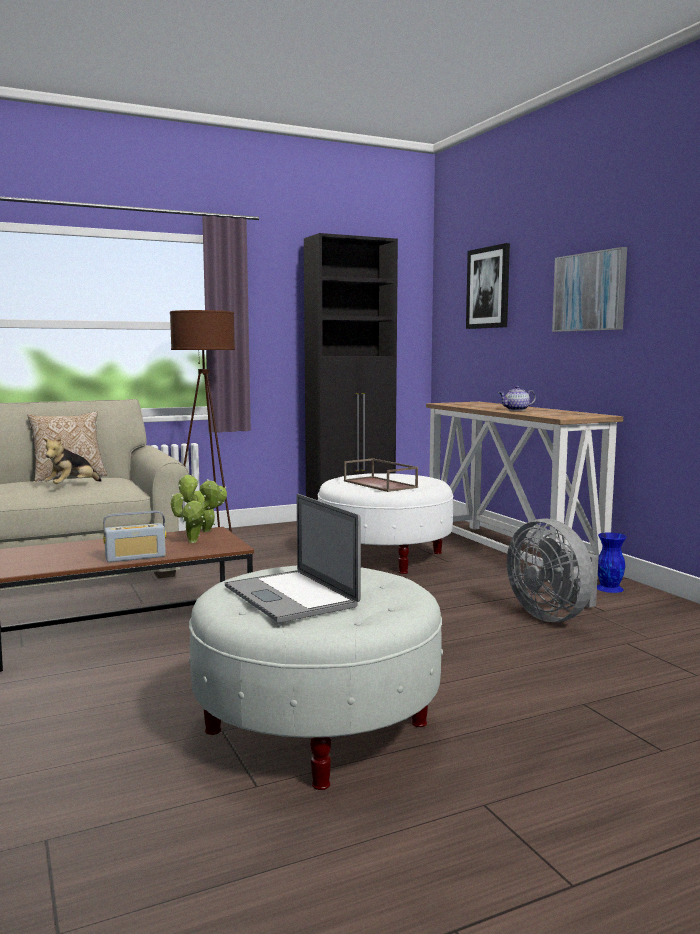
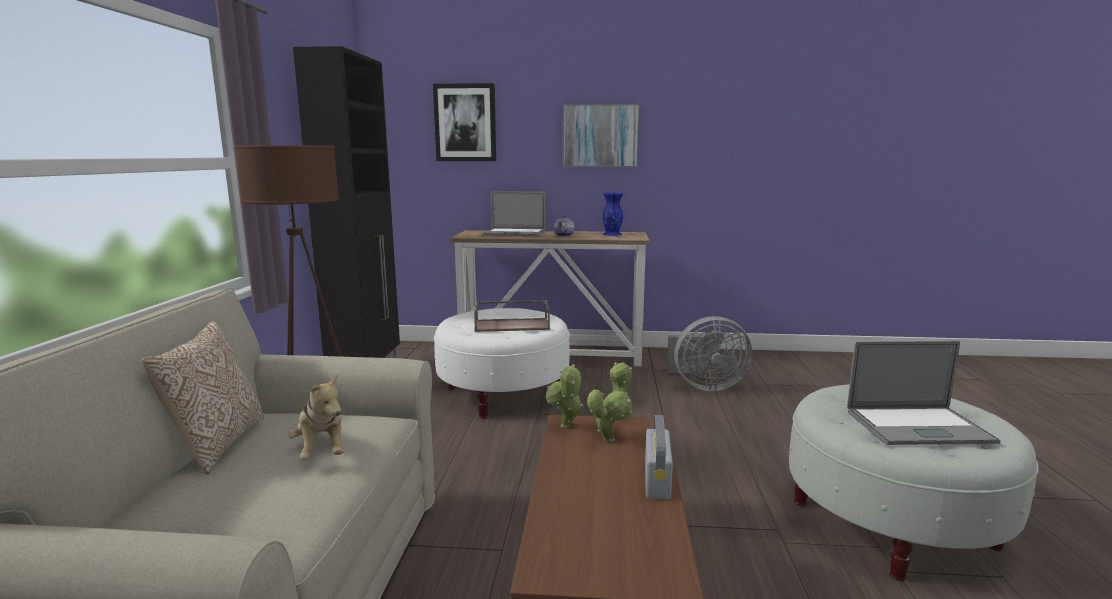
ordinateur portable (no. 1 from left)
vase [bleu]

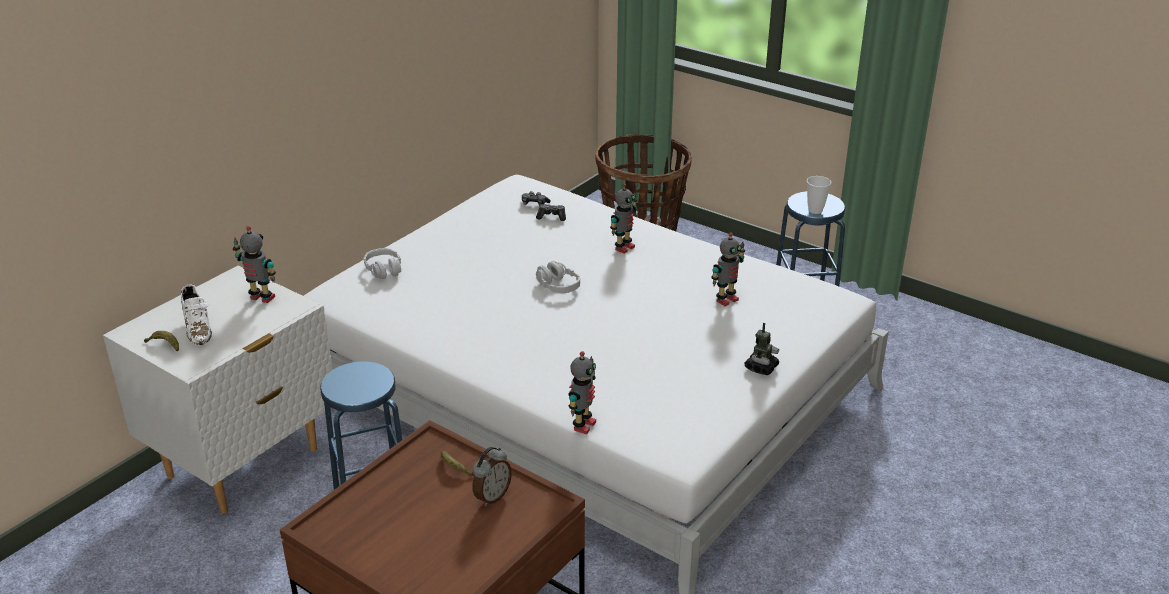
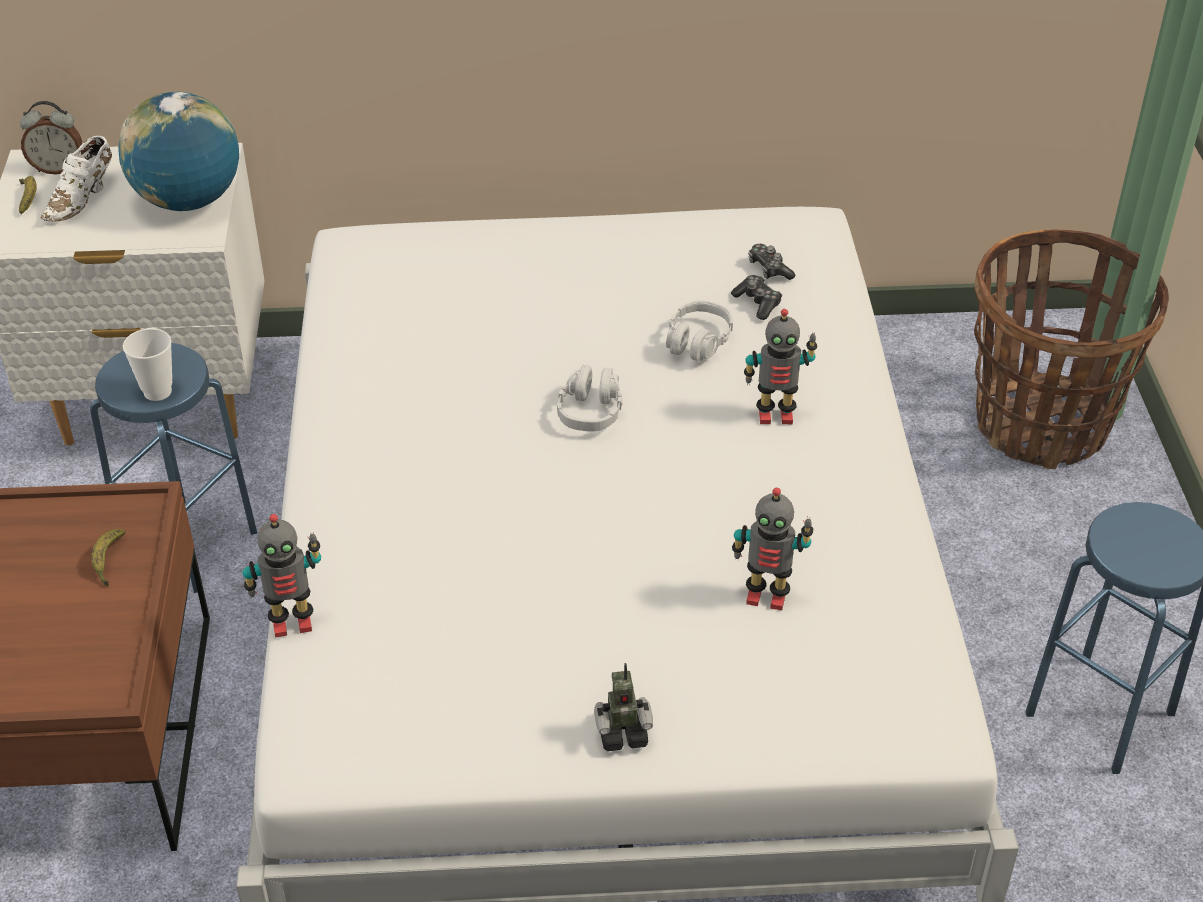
casque audio [gris] (no. 2 from left)
réveil
tasse
globe

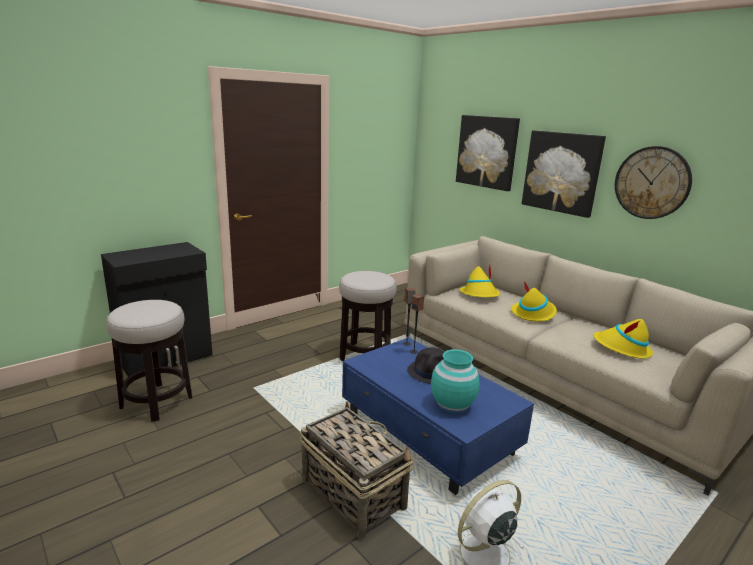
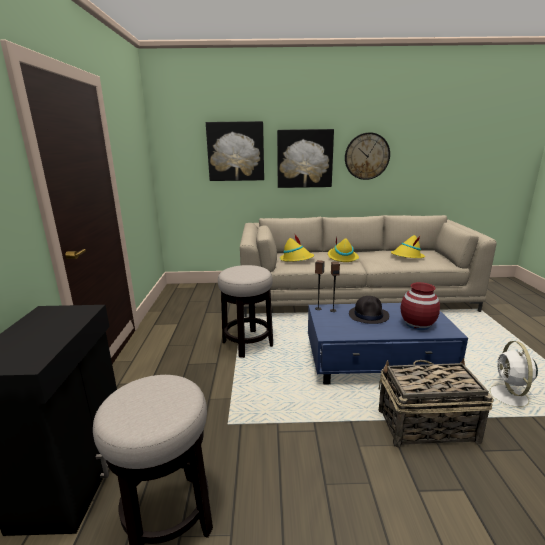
vase [rouge]

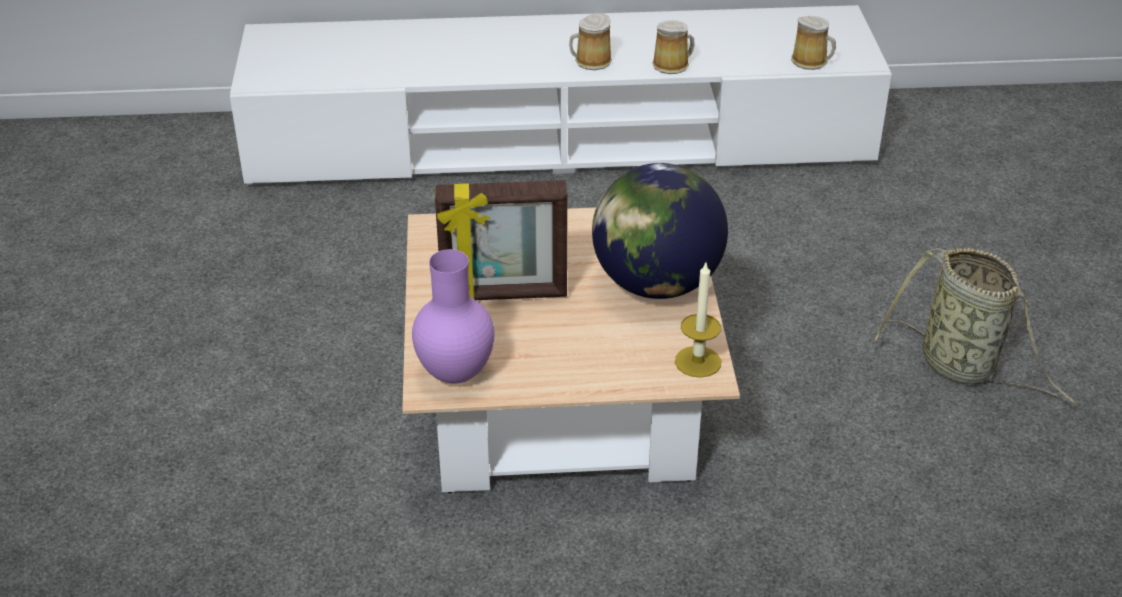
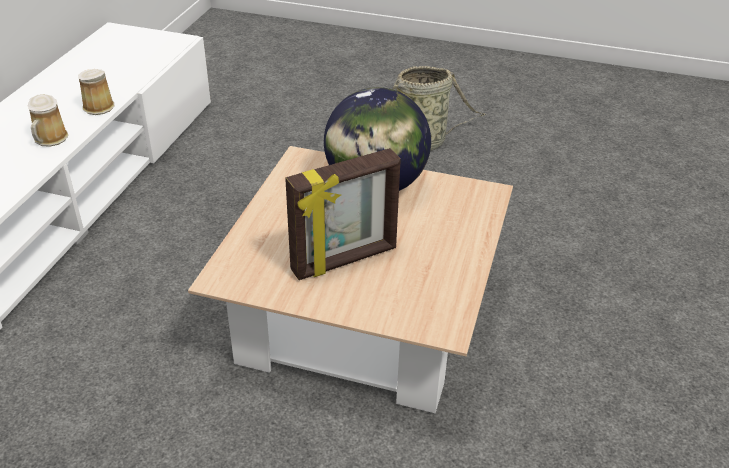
vase [violet]
bougie
mug (no. 3 from left in the first image)
cadre photo

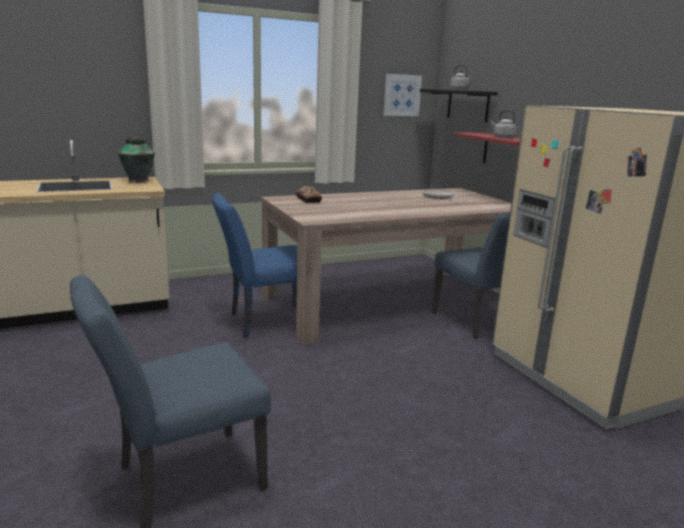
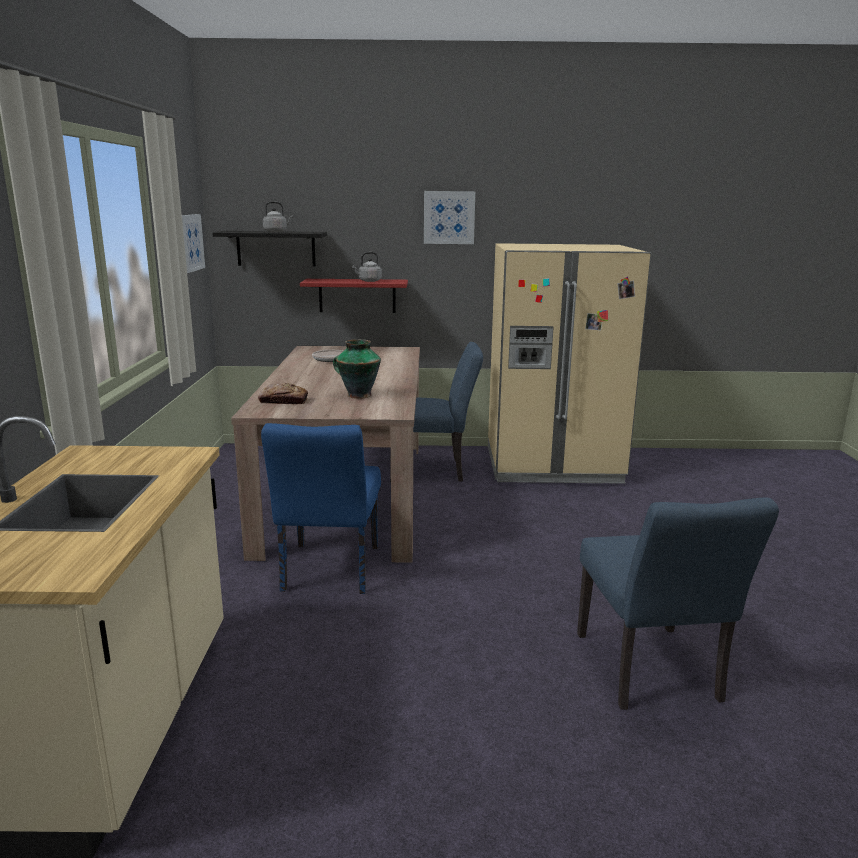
tableau (no. 2 from left)
vase

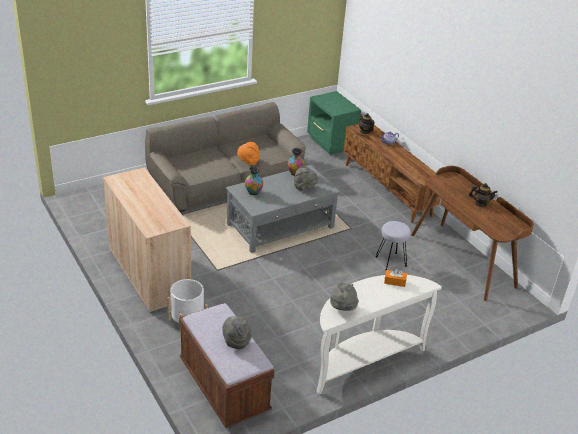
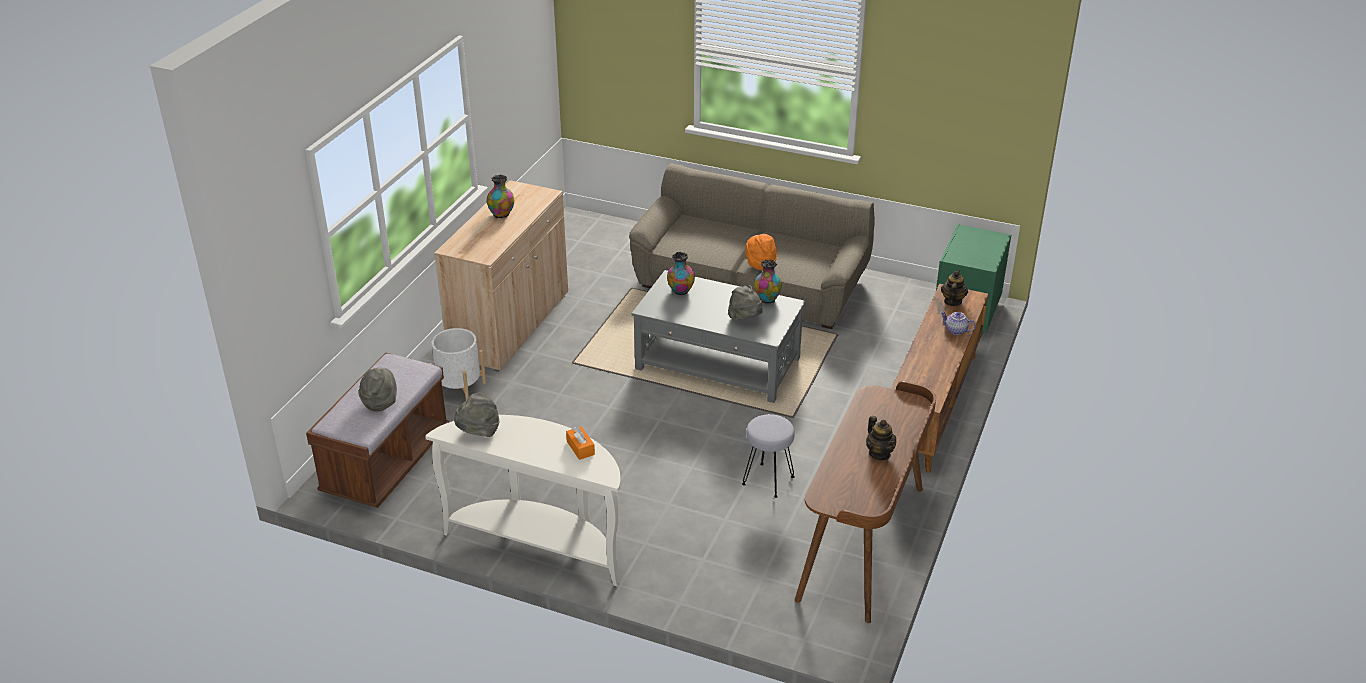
vase (no. 1 from left)

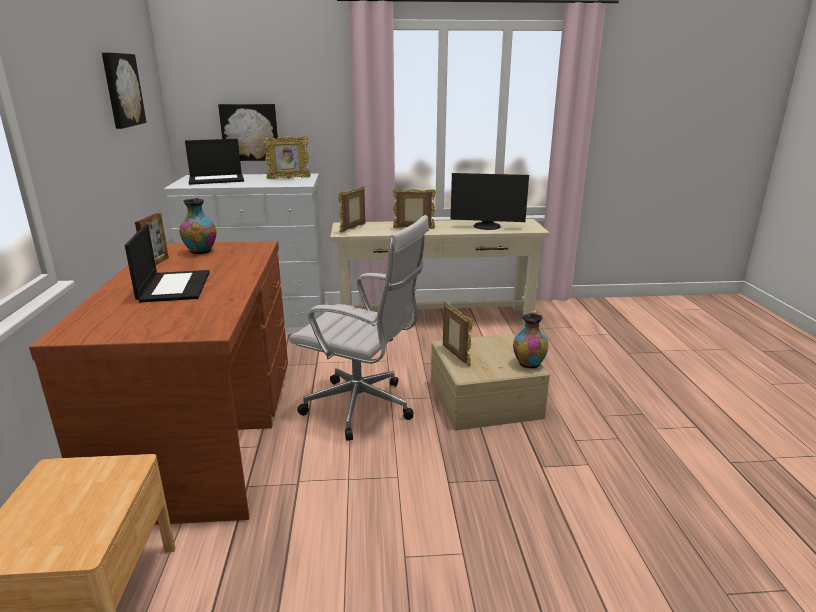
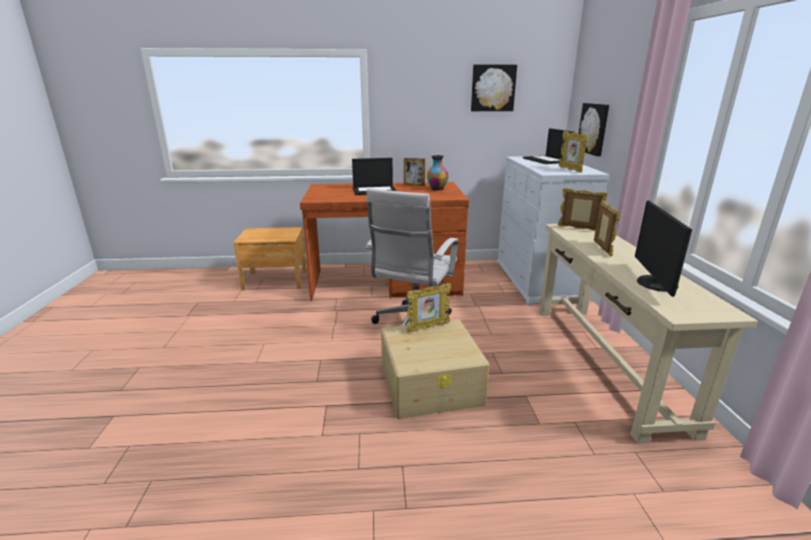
vase (no. 2 from left in the first image)

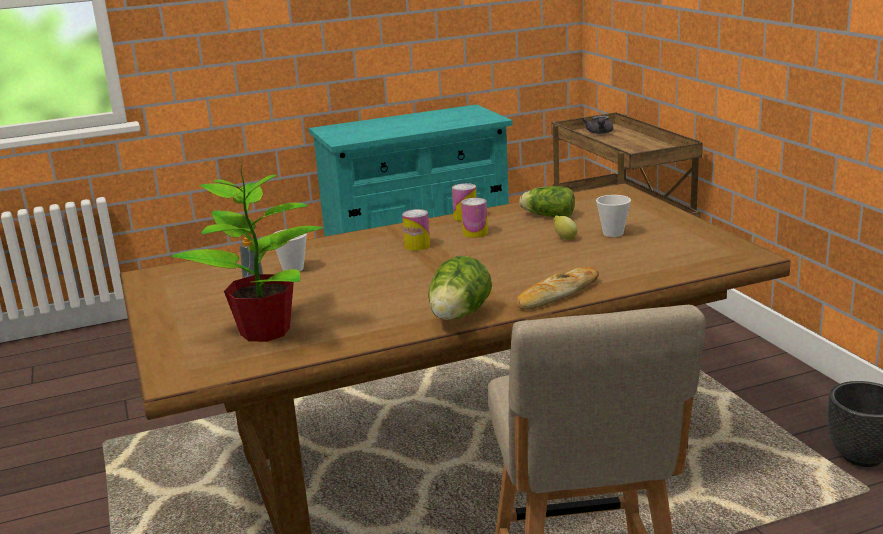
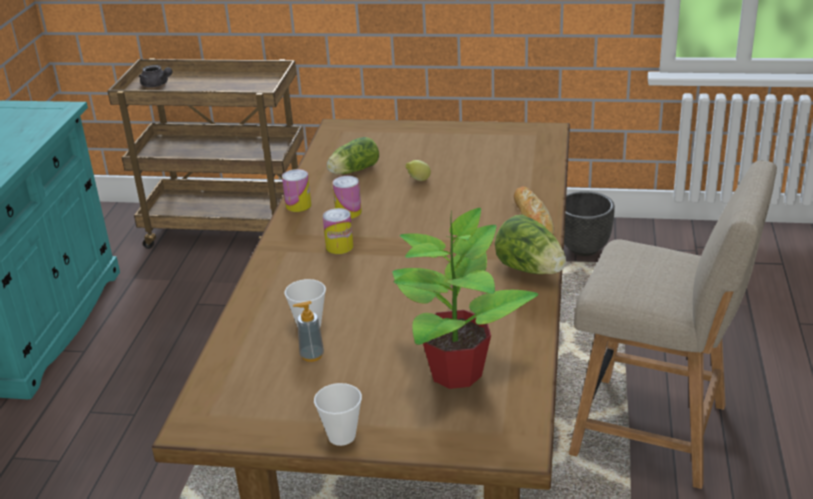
tasse (no. 2 from left)

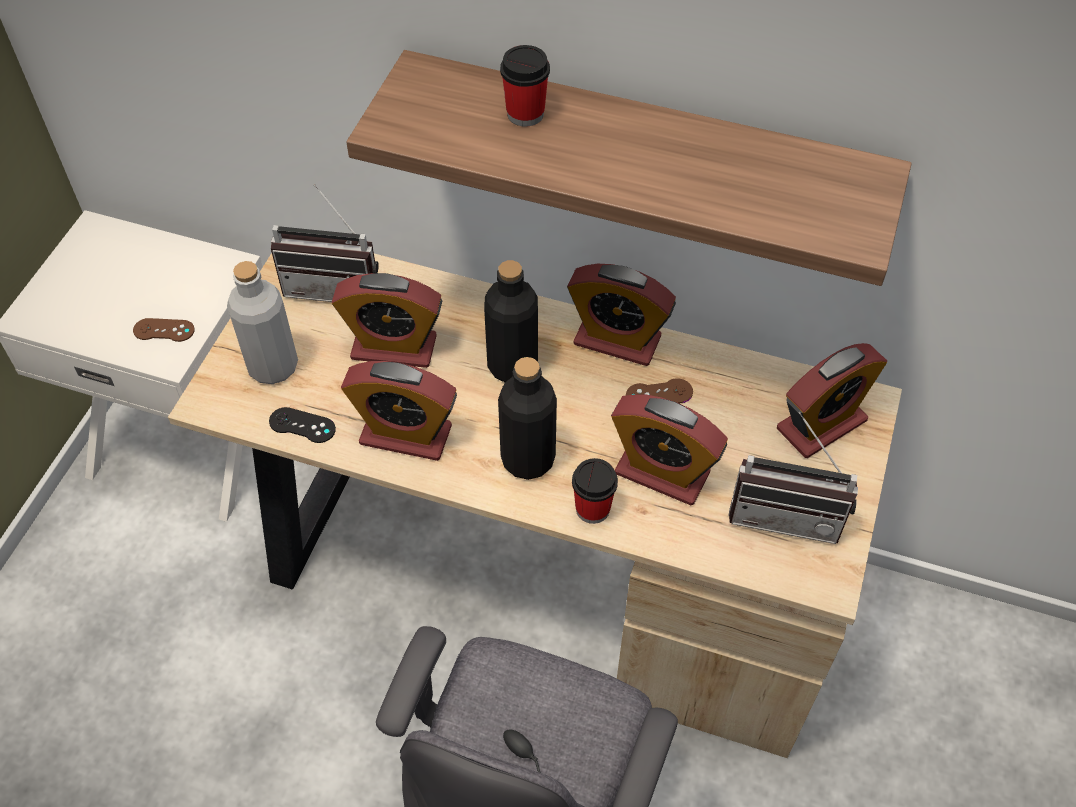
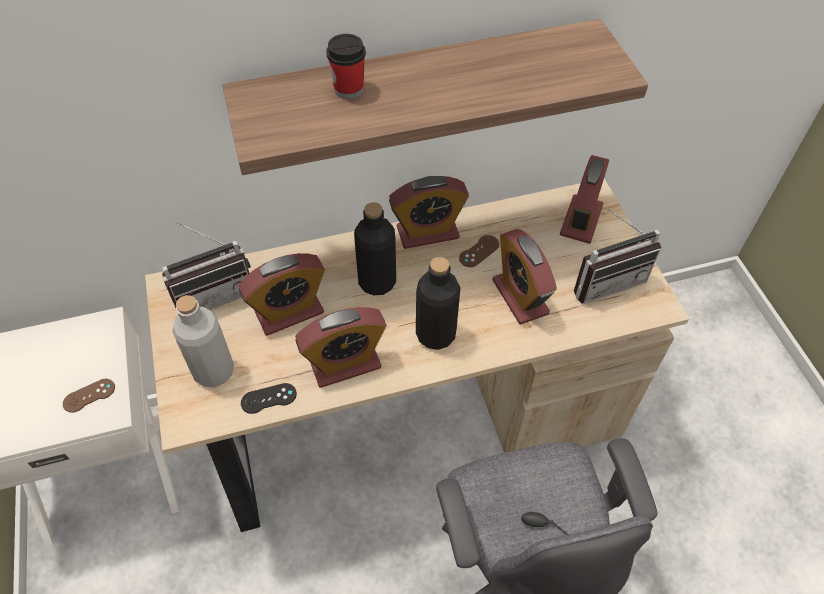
tasse (no. 2 from left in the first image)
réveil (no. 4 from left)

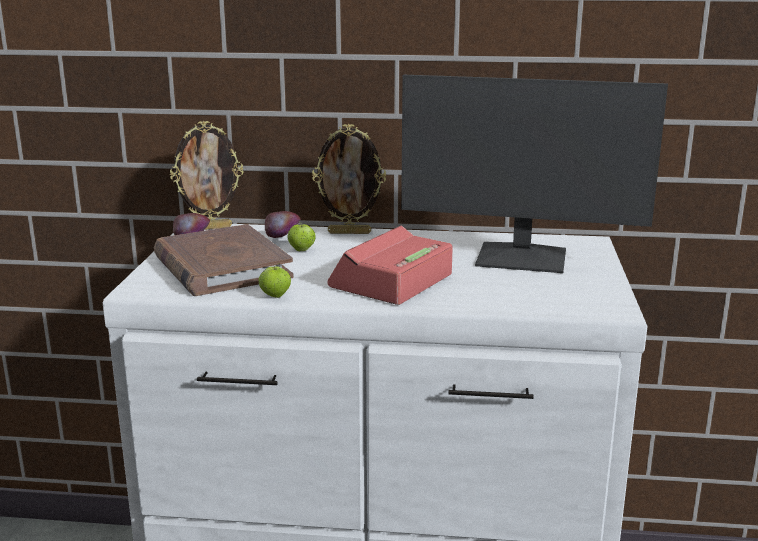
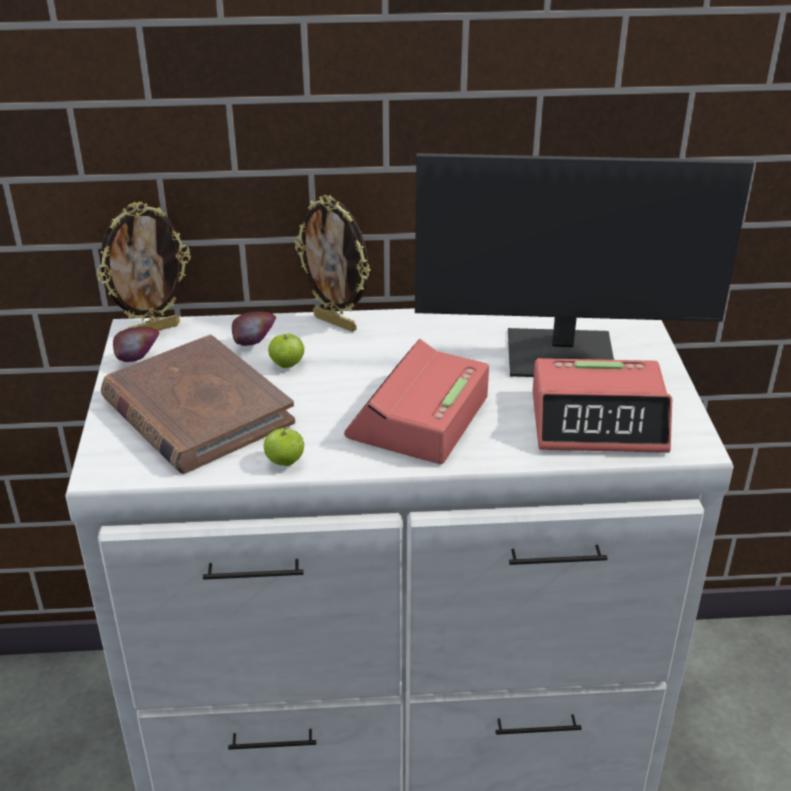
réveil (no. 2 from left)
cadre photo (no. 2 from left)

